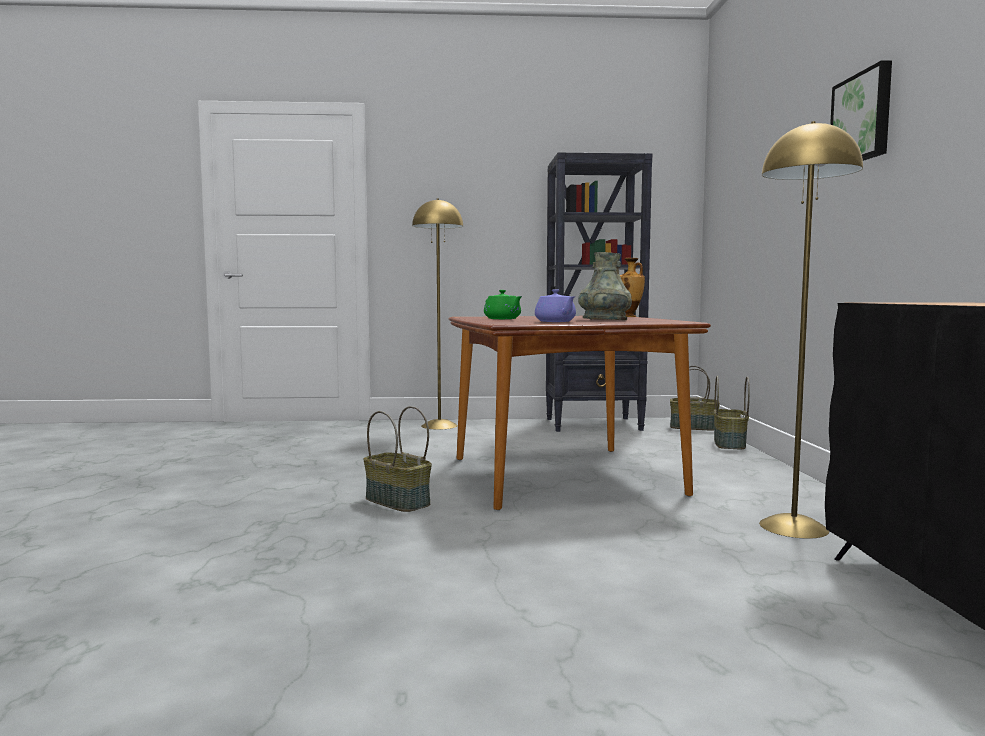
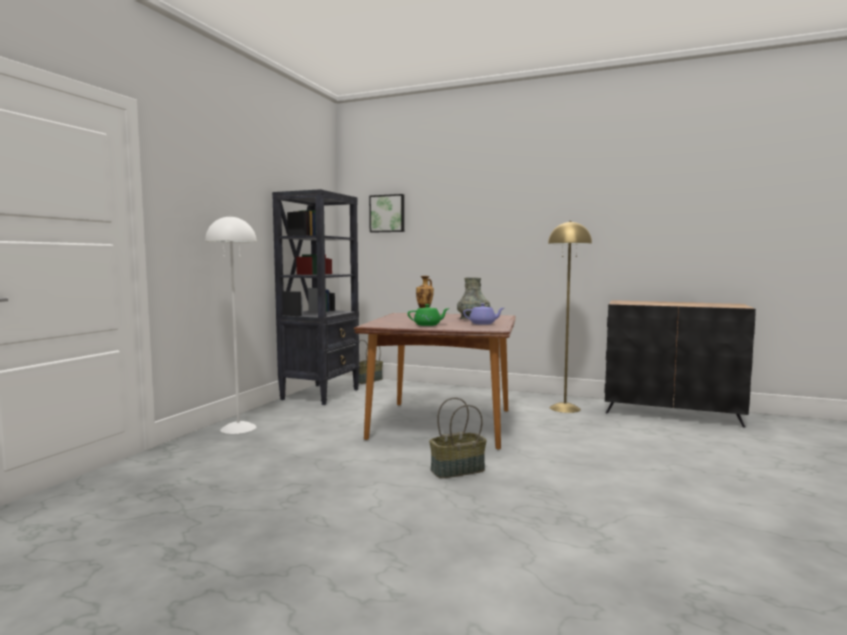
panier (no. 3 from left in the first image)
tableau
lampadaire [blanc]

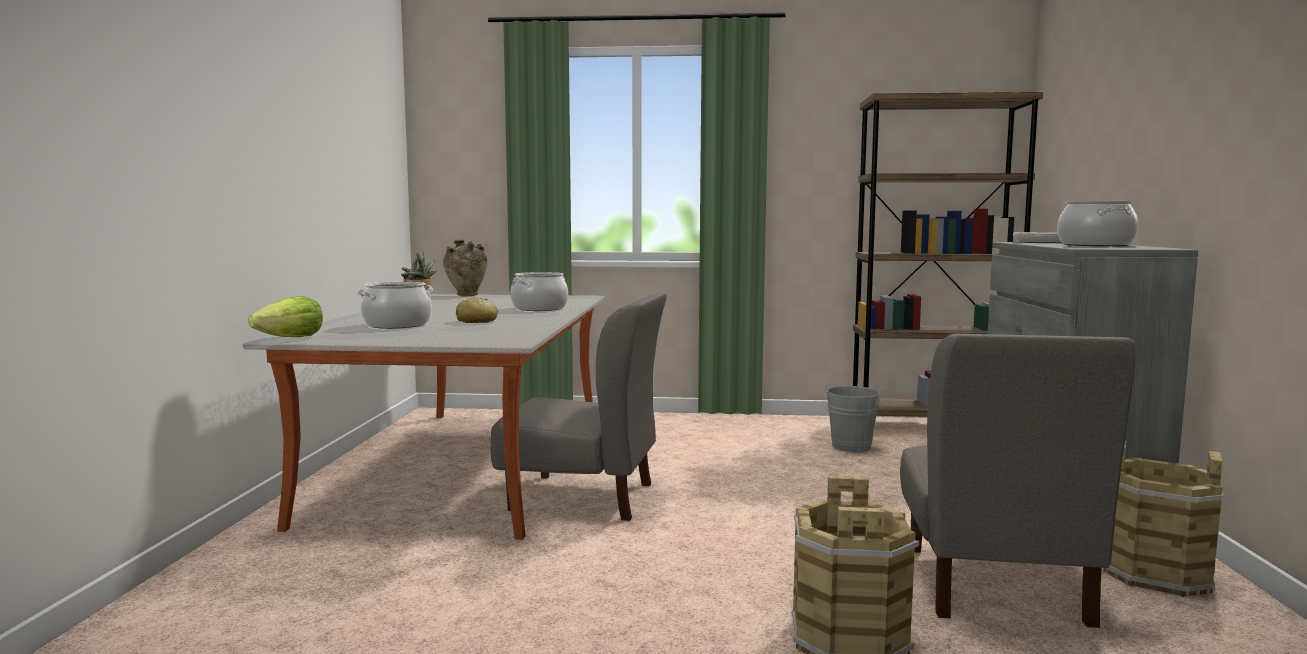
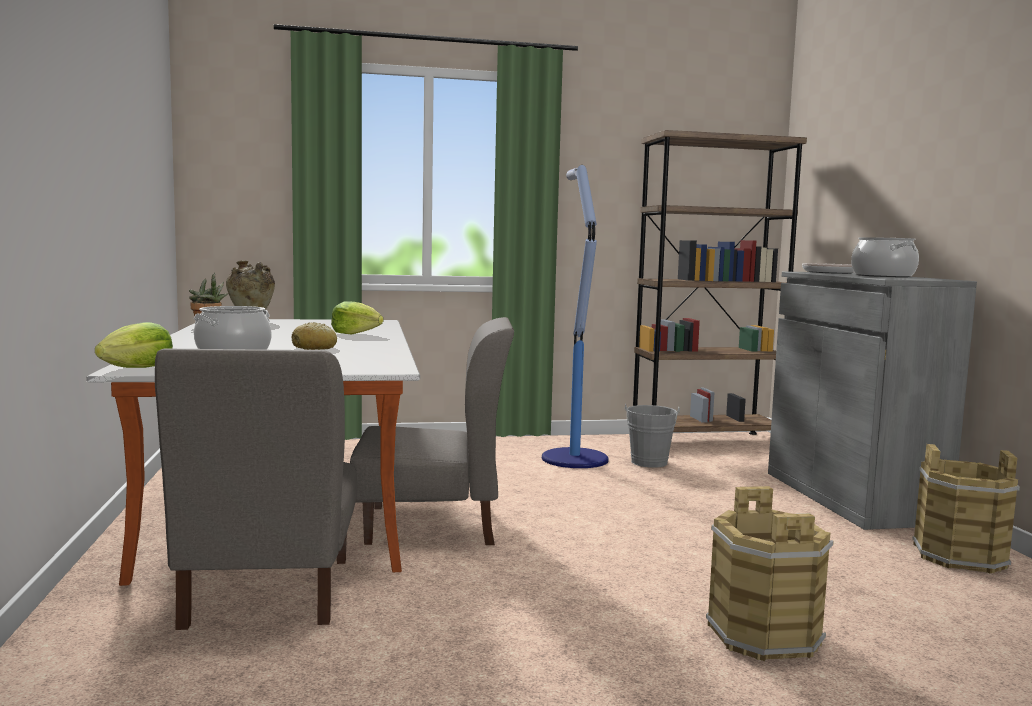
lampadaire
chaise [gris] (no. 1 from left)
laitue (no. 2 from left)

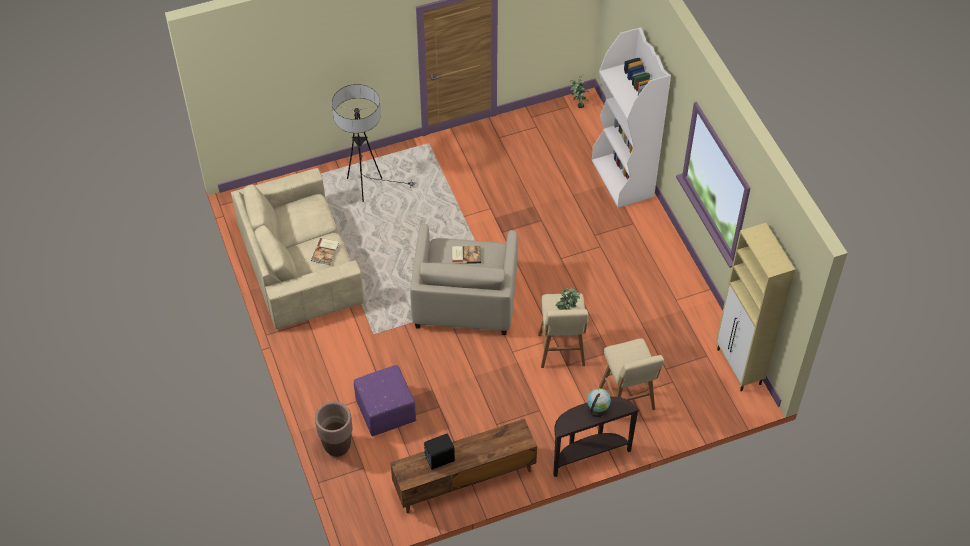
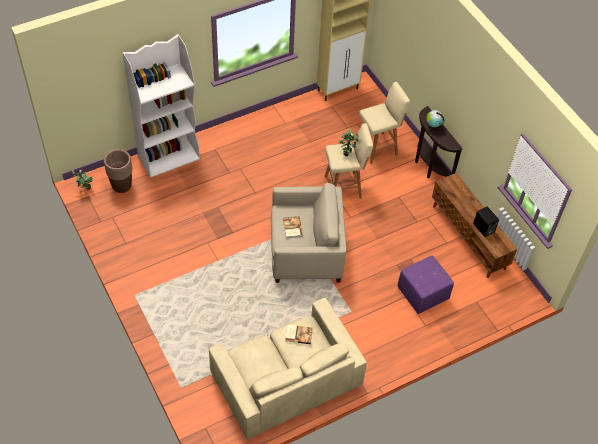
lampadaire
cache-pot [marron]

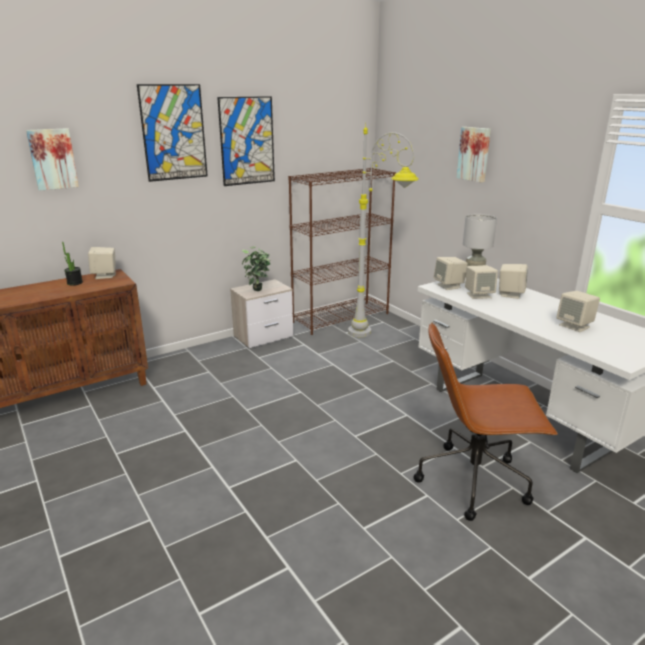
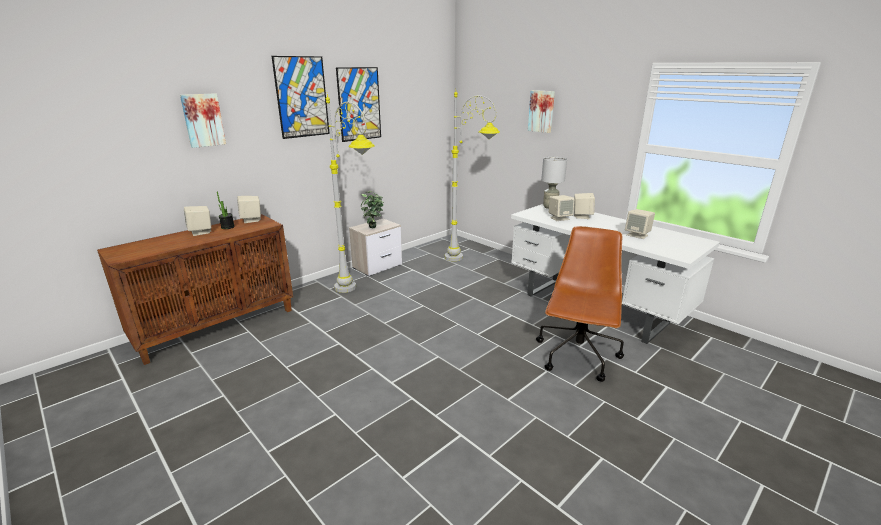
bibliothèque [marron]
lampadaire [gris] (no. 1 from left)
enceinte [beige] (no. 1 from left)
chaise de bureau [marron]

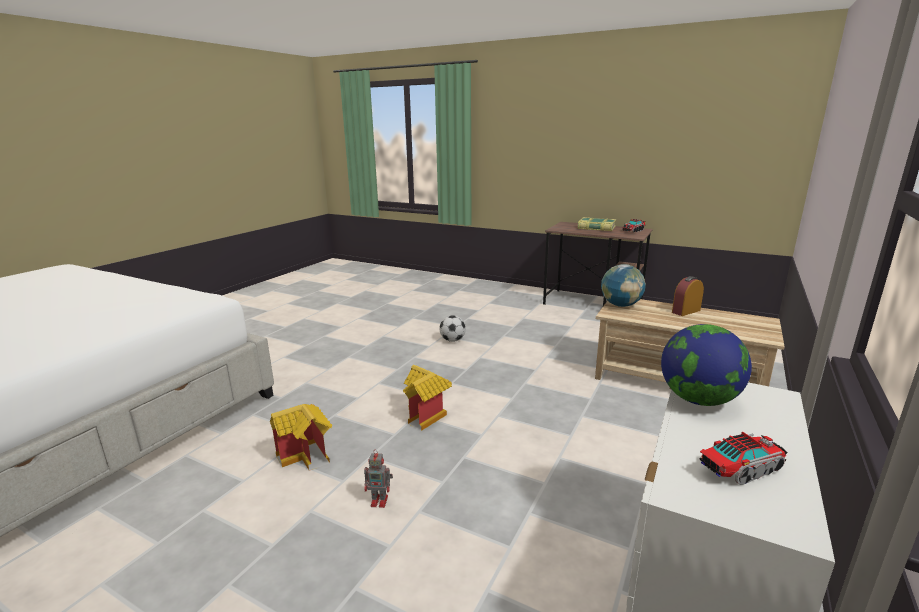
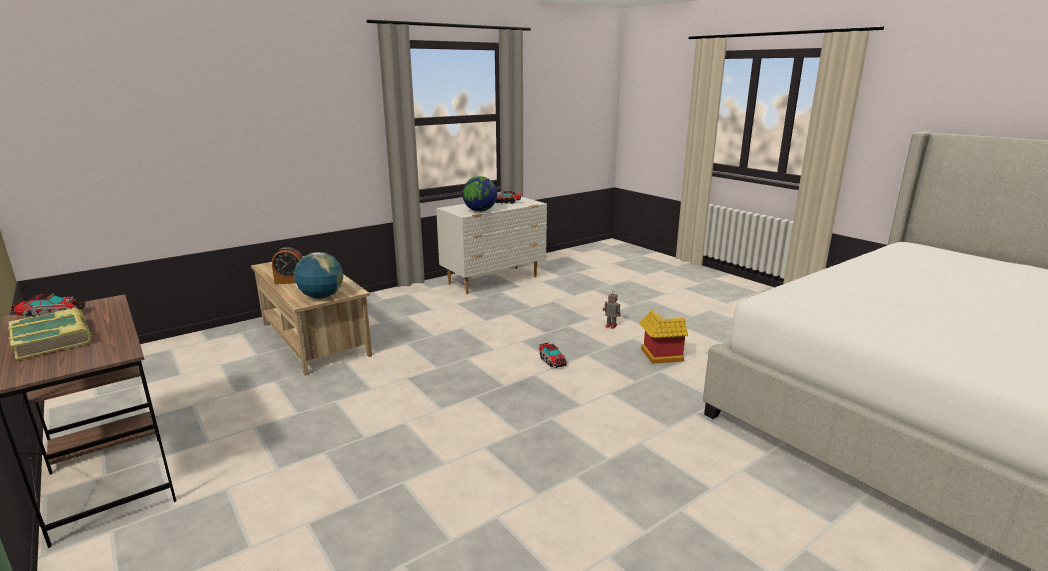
ballon de foot
camion jouet (no. 3 from left)

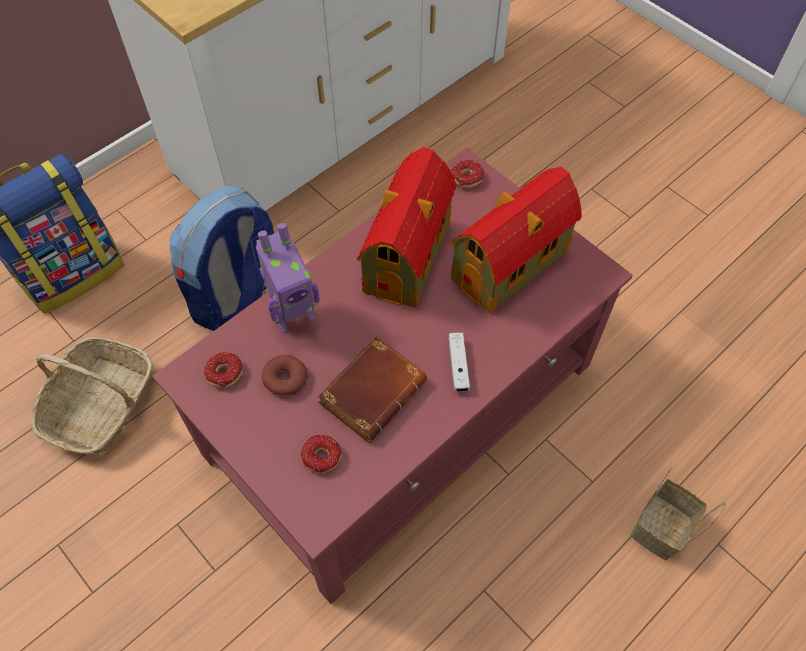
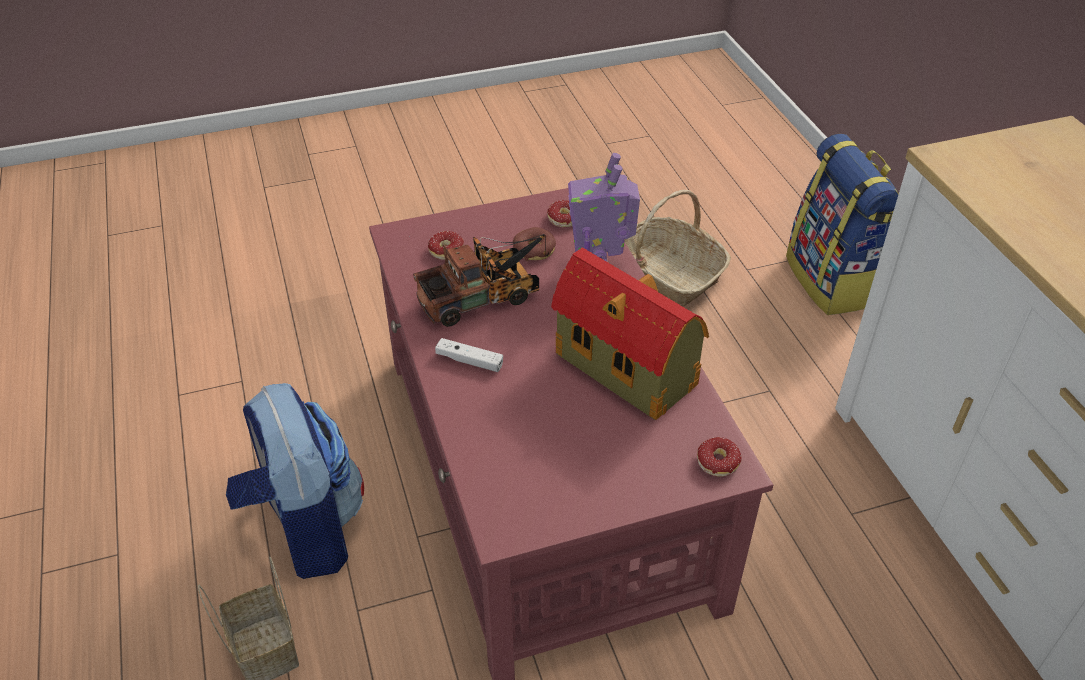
maison miniature (no. 2 from left in the first image)
sac à dos (no. 1 from left)
camion jouet

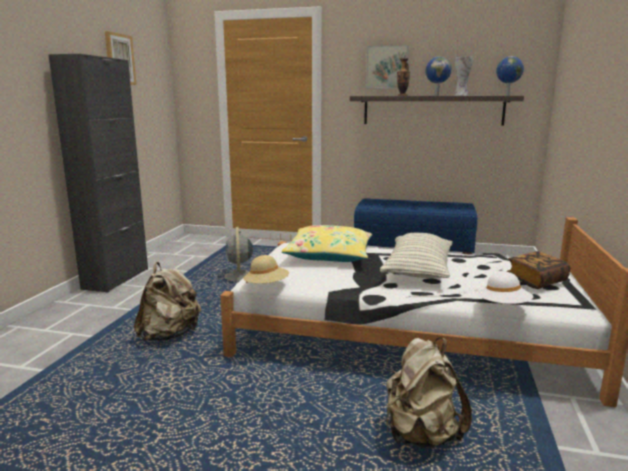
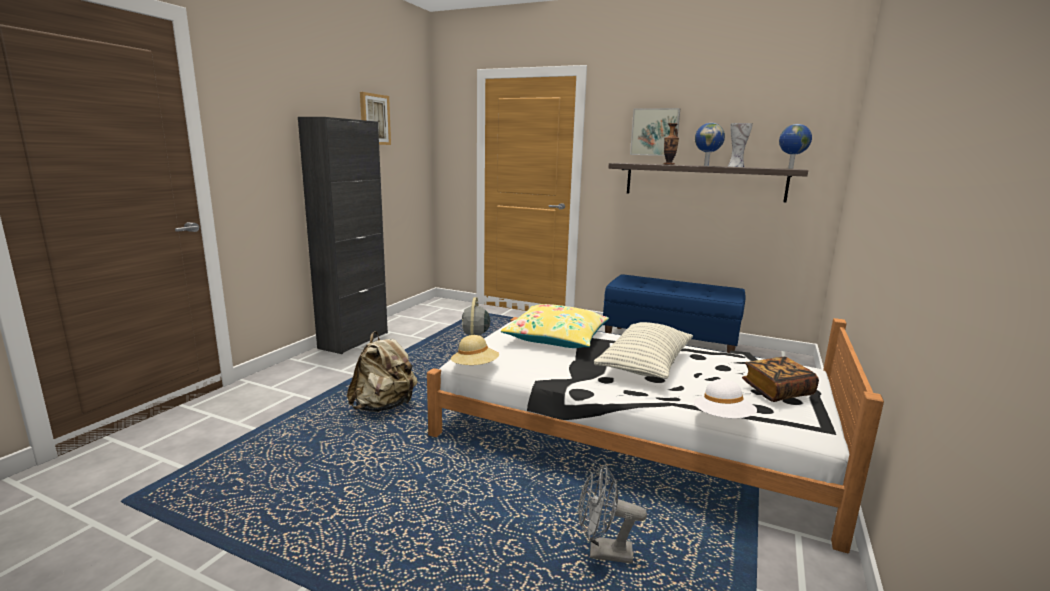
ventilateur [gris] (no. 2 from left)

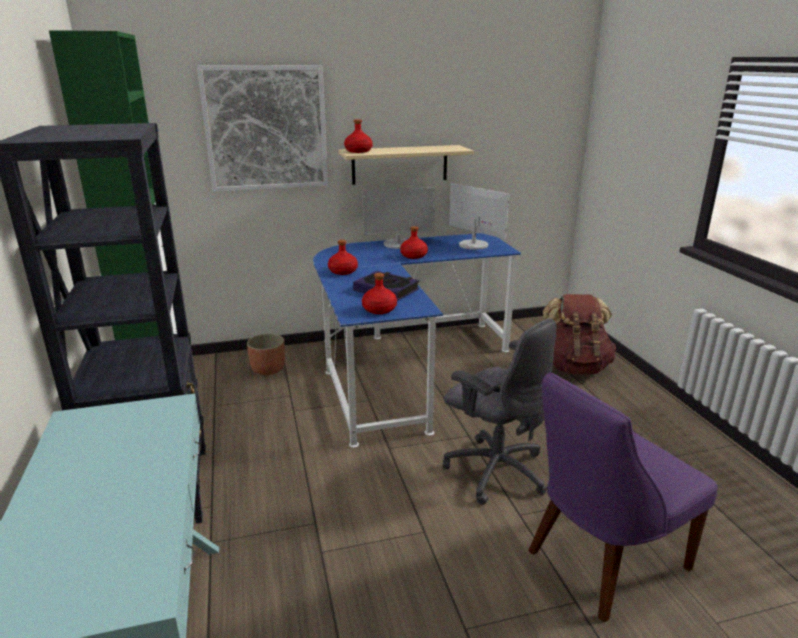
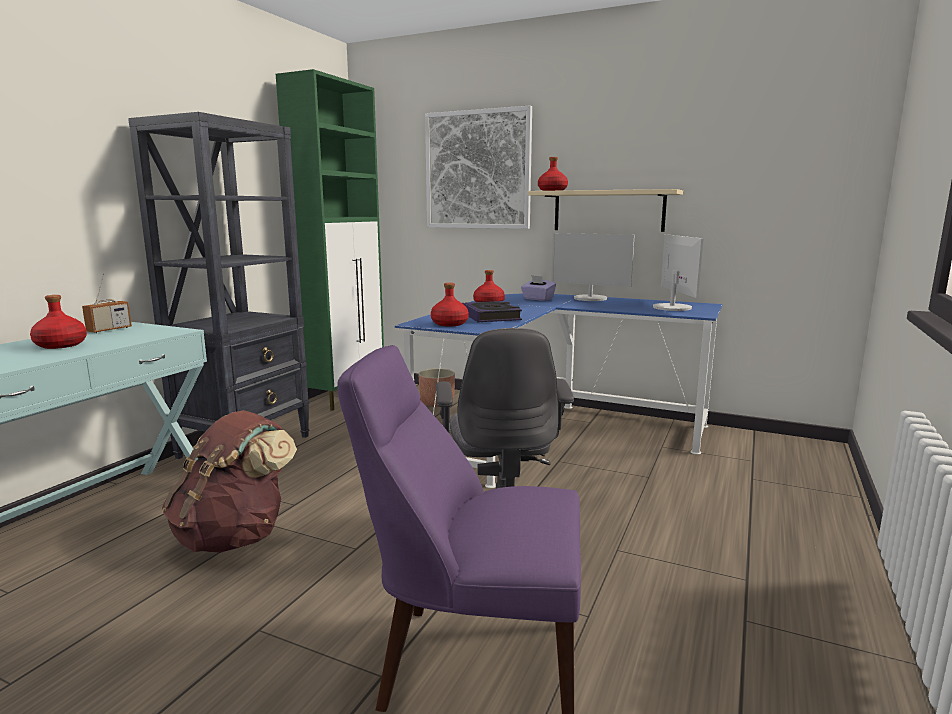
radio
boîte à mouchoirs [violet]
bouteille [rouge] (no. 1 from left)
sac à dos [marron]

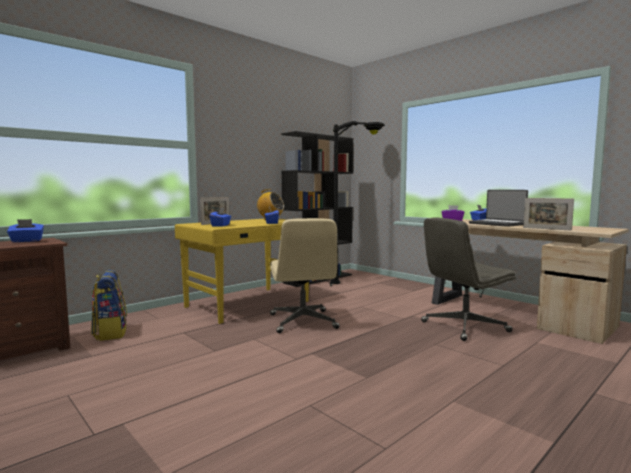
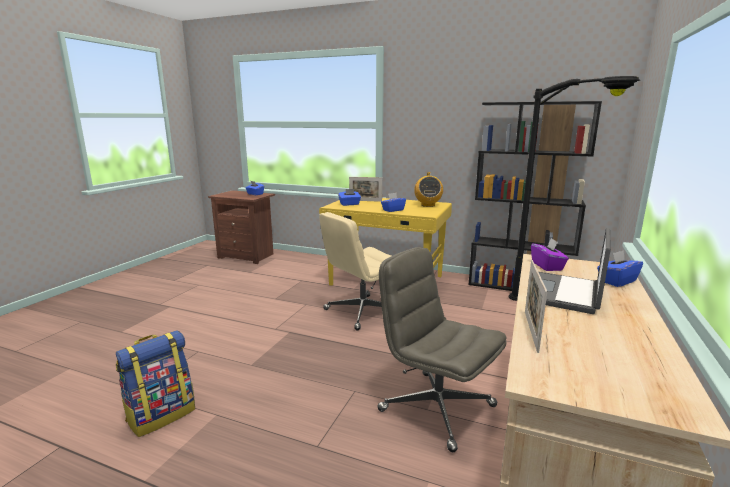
sac à dos

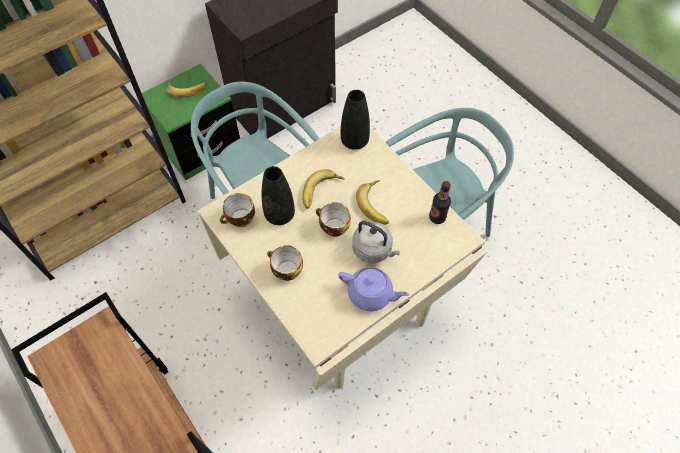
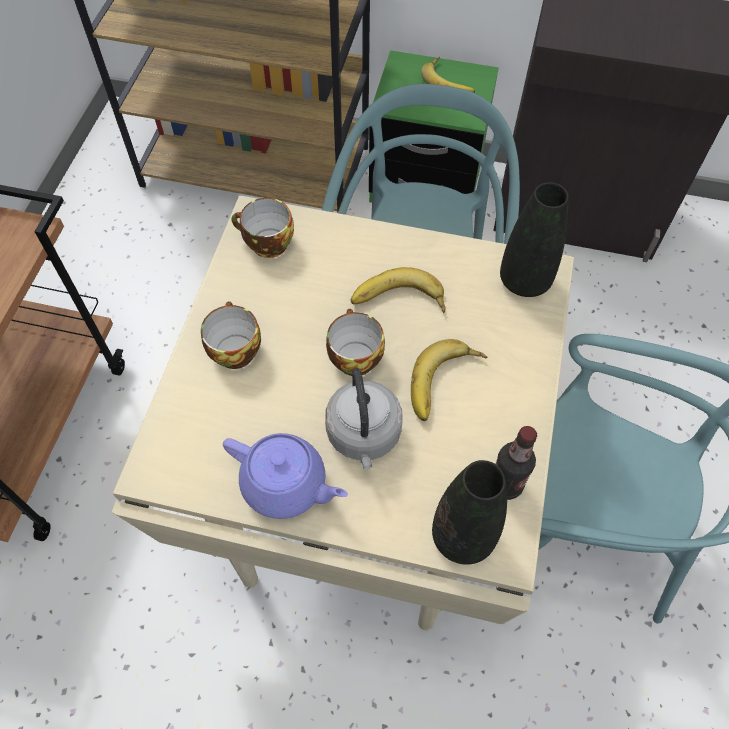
vase [noir] (no. 1 from left)
théière [violet]

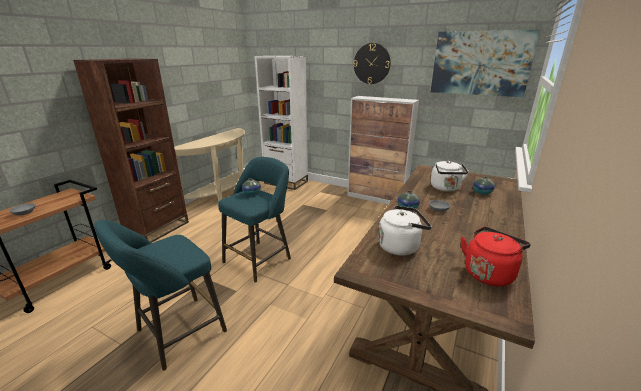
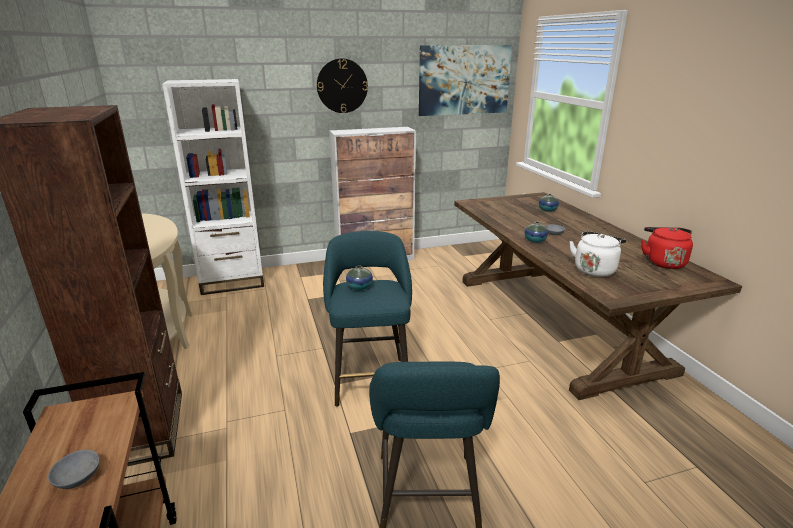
bouilloire [blanc] (no. 2 from left in the first image)

